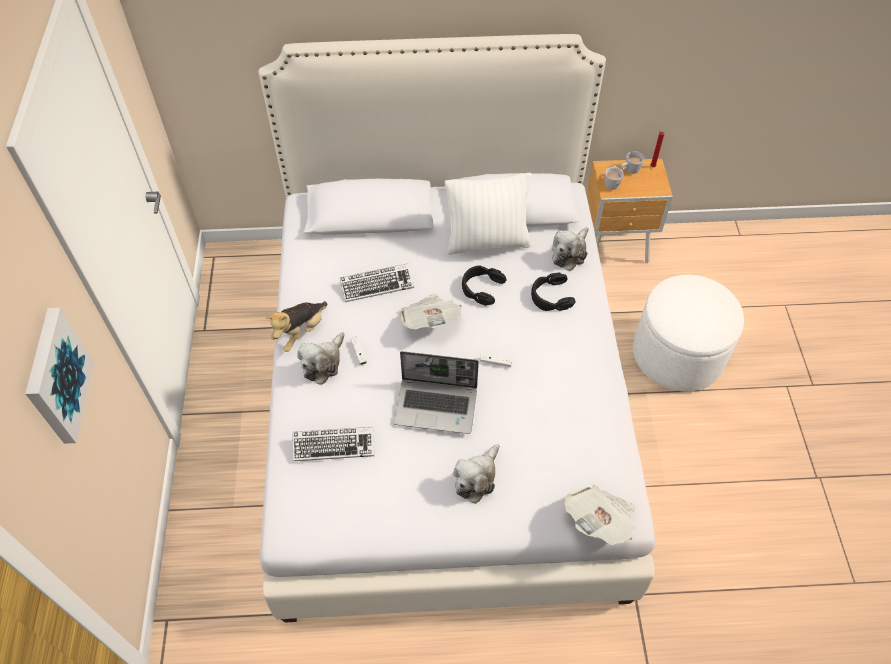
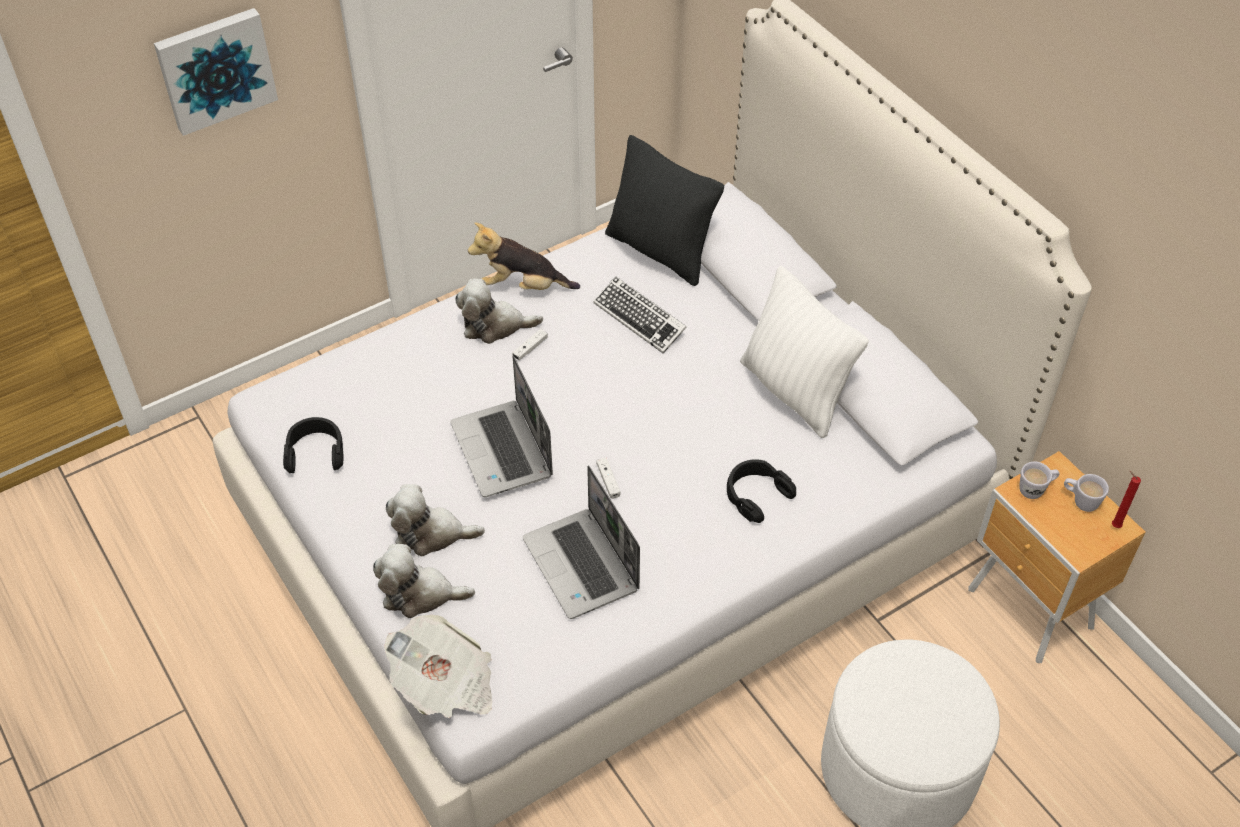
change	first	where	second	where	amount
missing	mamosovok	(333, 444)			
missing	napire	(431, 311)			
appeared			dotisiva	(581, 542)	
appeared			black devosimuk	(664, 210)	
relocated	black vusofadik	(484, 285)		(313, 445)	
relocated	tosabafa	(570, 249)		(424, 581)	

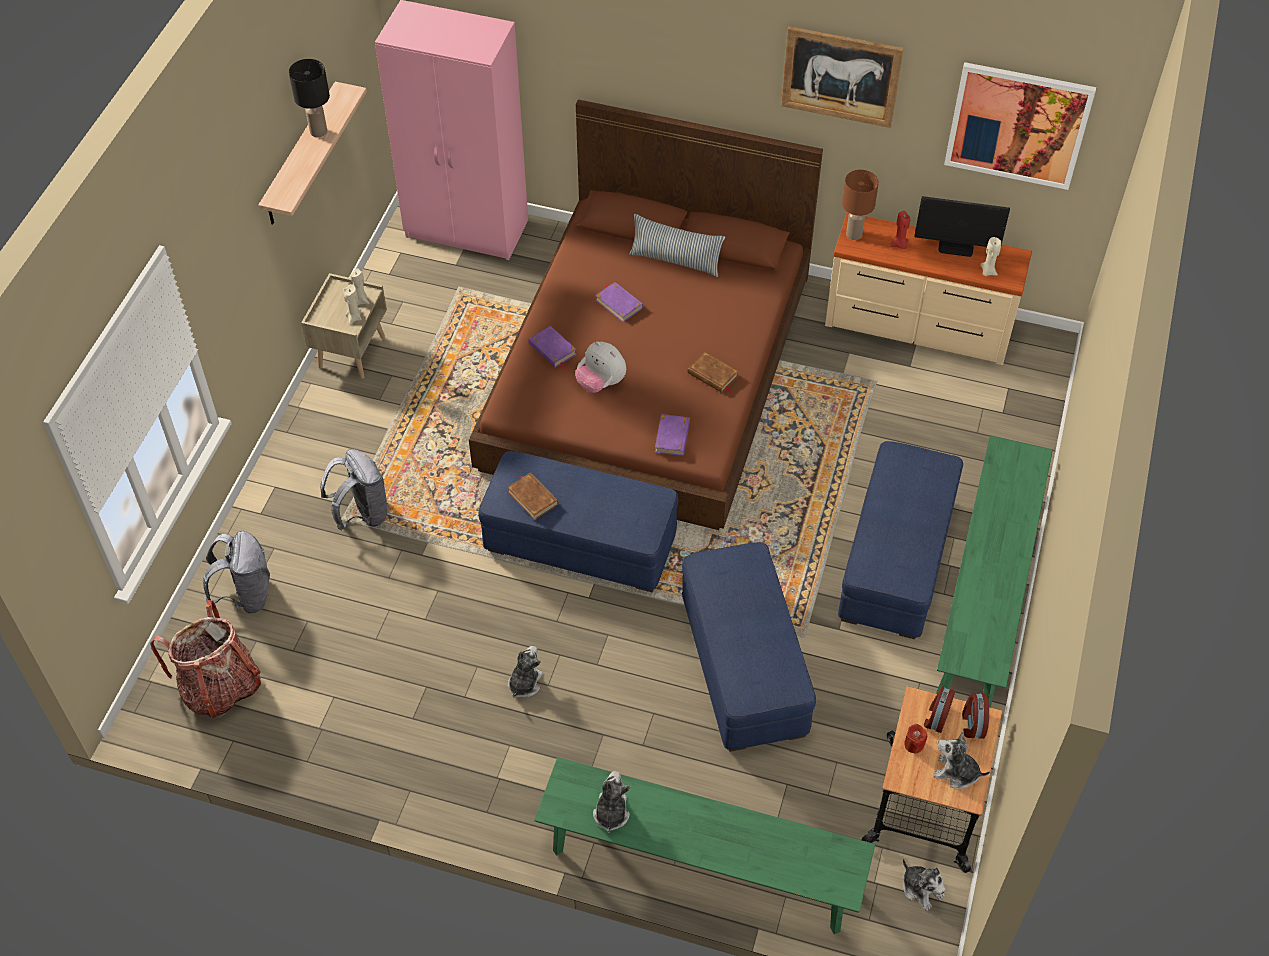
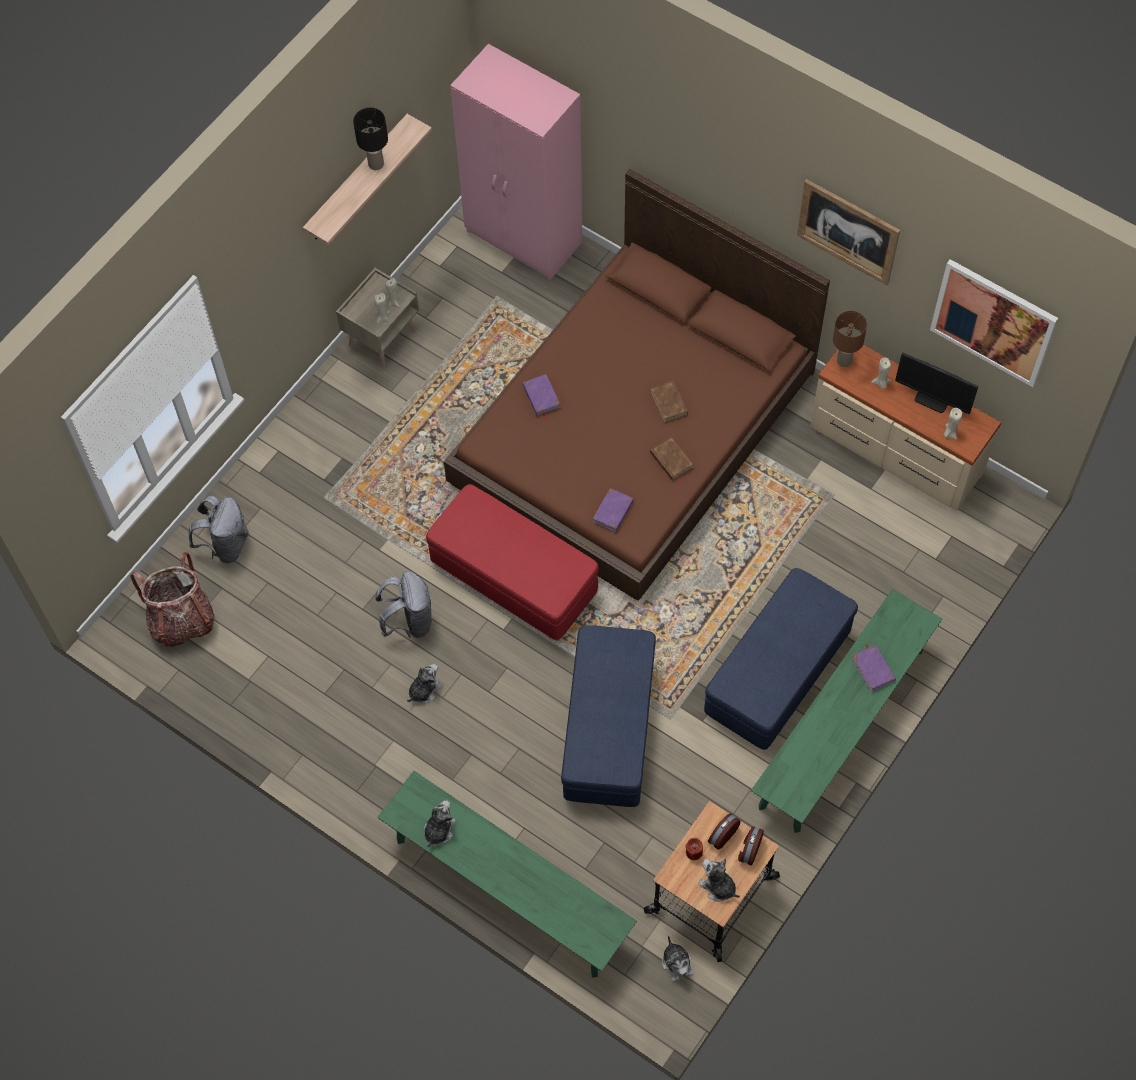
change	first	where	second	where	amount
missing	tosabafa	(600, 367)			
missing	devosimuk	(677, 245)			
relocated	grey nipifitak	(354, 489)		(404, 604)	
relocated	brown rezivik	(533, 496)		(669, 402)	
relocated	purple rezivik	(619, 302)		(874, 668)	
colour	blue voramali	(578, 521)	red voramali	(512, 562)	
colour	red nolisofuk	(900, 230)	beige nolisofuk	(881, 373)	

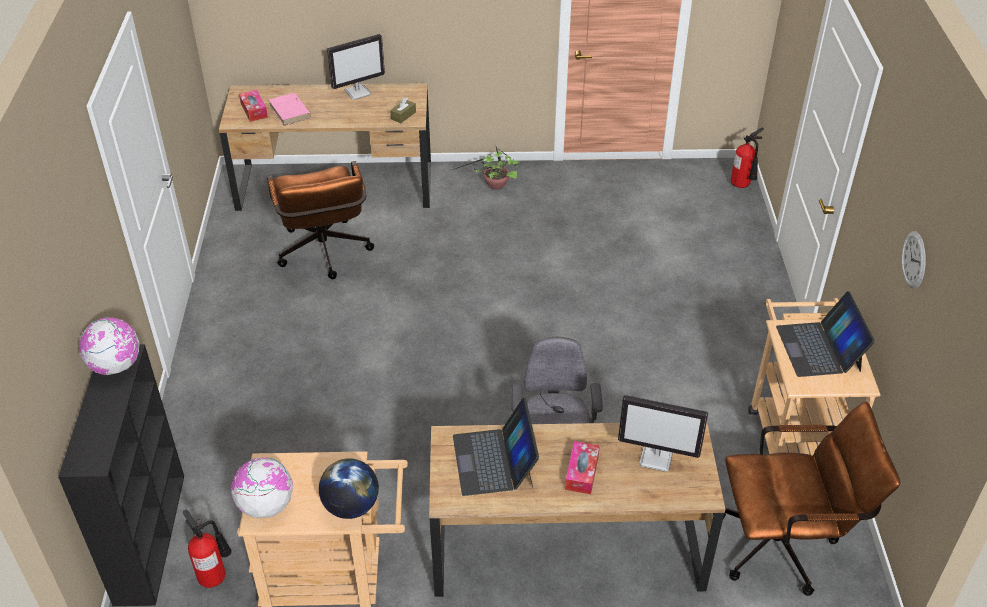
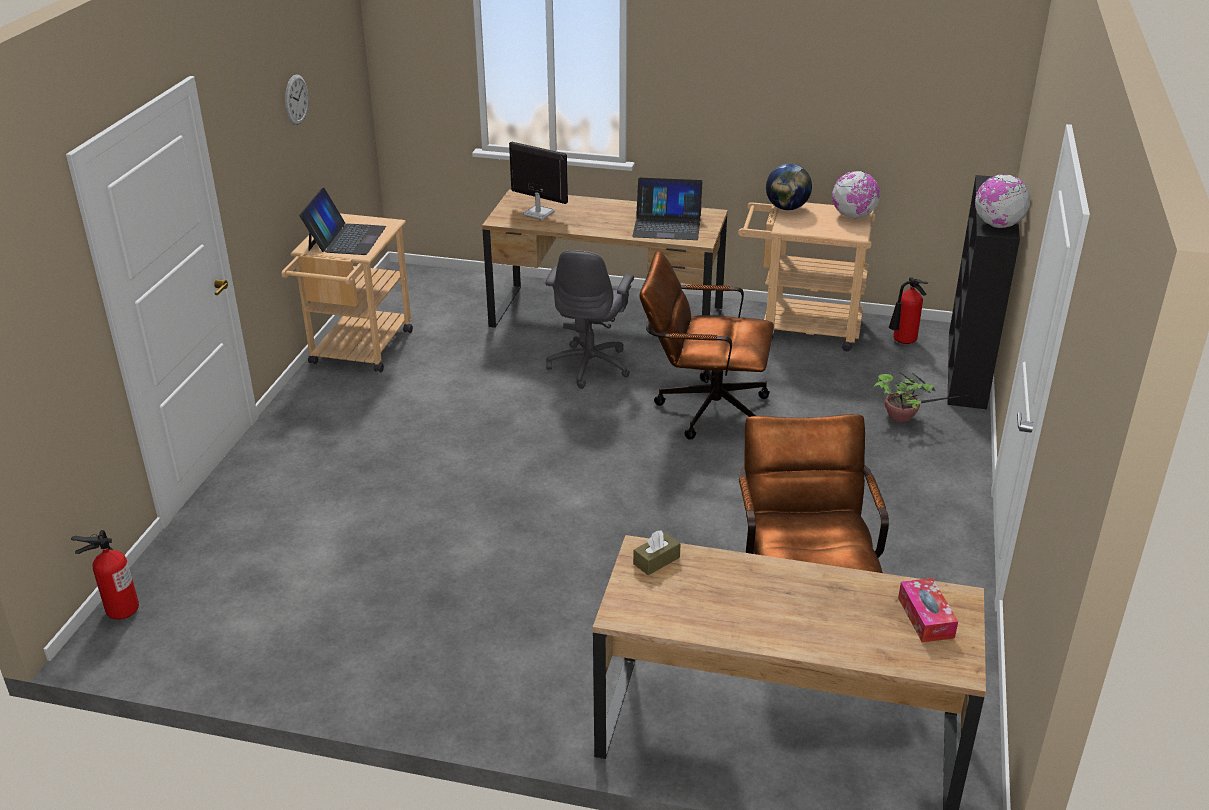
change	first	where	second	where	amount
missing	pink rezivik	(290, 109)			
missing	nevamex	(356, 67)			
missing	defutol	(582, 467)			
relocated	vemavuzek	(485, 166)		(922, 397)	
relocated	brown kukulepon	(811, 499)		(706, 345)	
spun	dotisiva	(496, 447)		(667, 209)	90 degrees clockwise

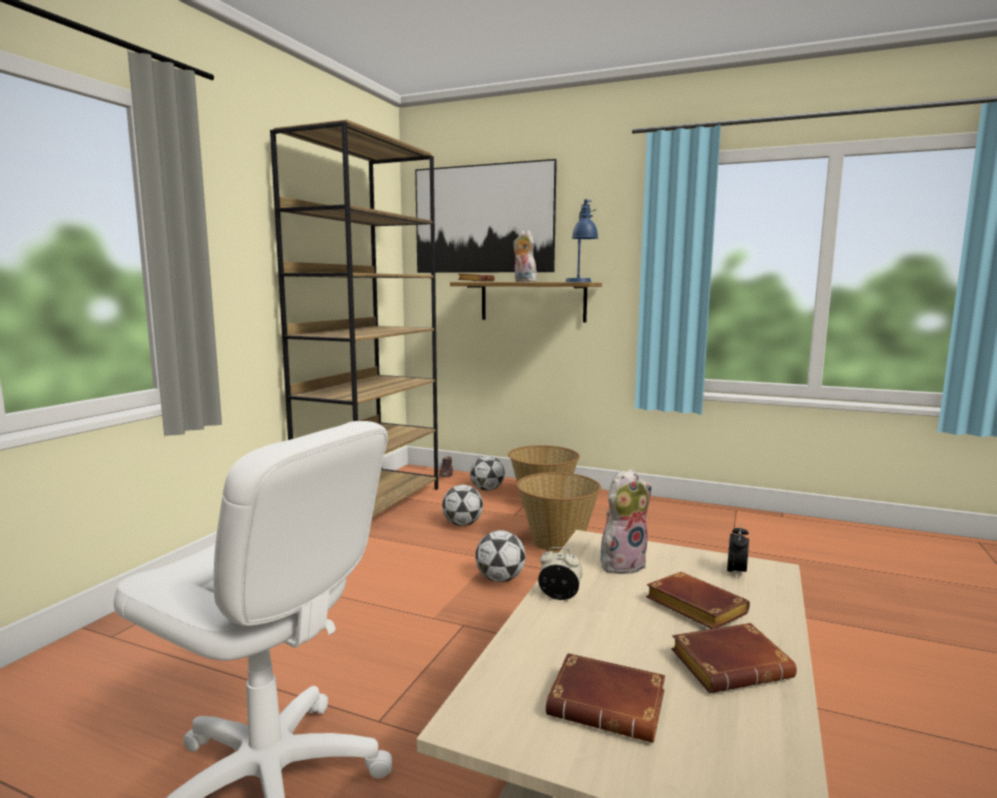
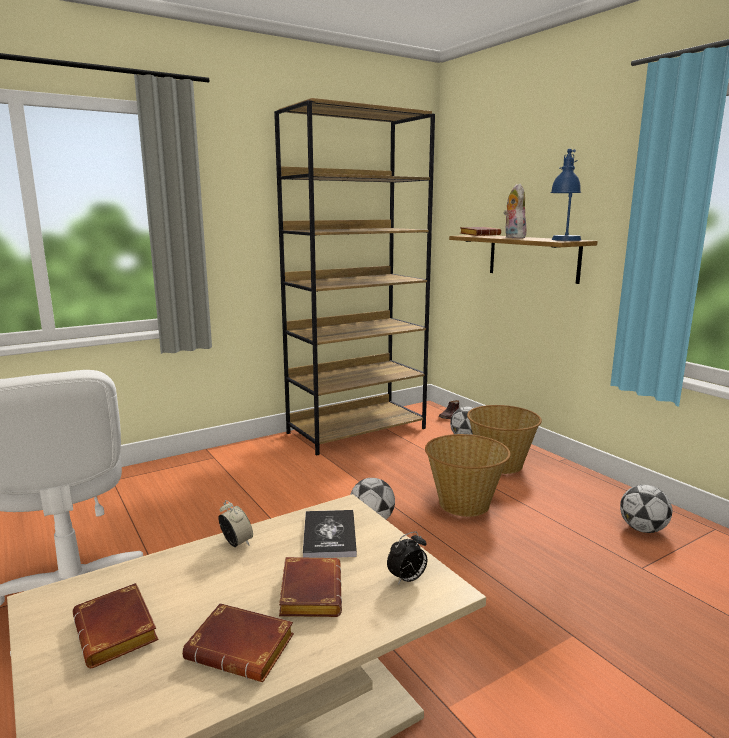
change	first	where	second	where	amount
missing	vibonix	(486, 216)			
relocated	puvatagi	(462, 505)		(646, 509)	
exchanged	tosabafa	(626, 521)	rezivik	(330, 534)	

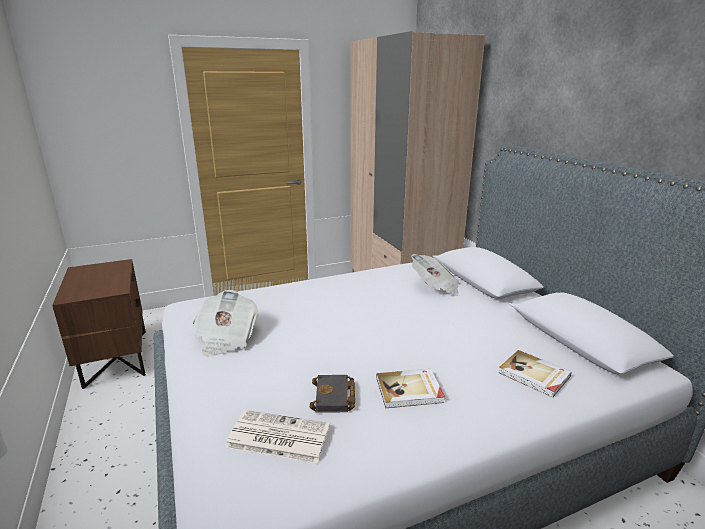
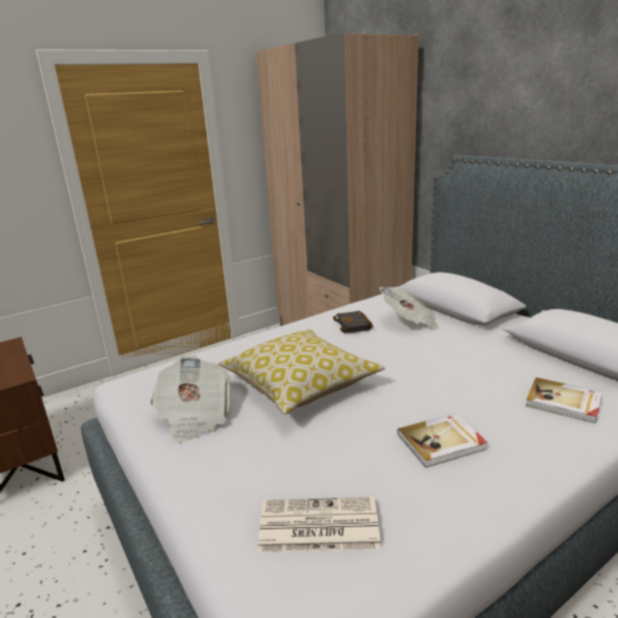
change	first	where	second	where	amount
appeared			devosimuk	(301, 372)	
relocated	black rezivik	(332, 394)		(353, 322)	

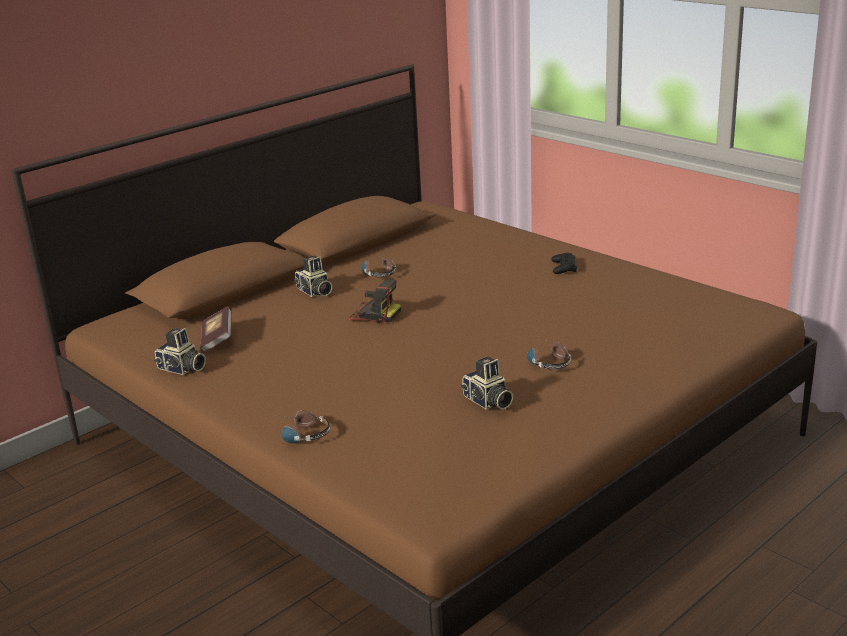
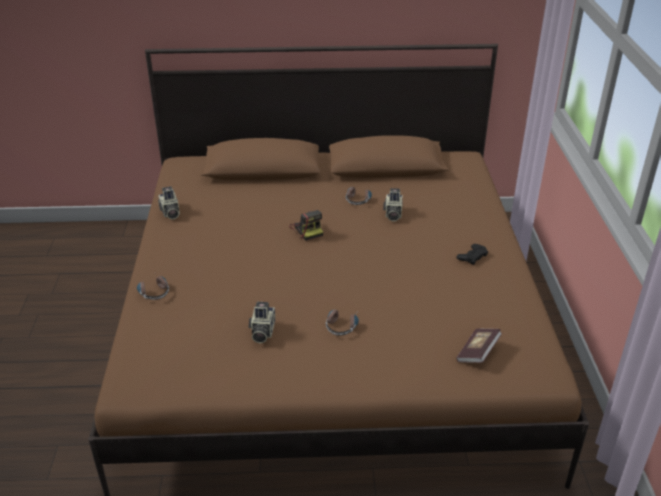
change	first	where	second	where	amount
relocated	rezivik	(216, 329)		(479, 346)	
relocated	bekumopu	(313, 276)		(393, 204)	

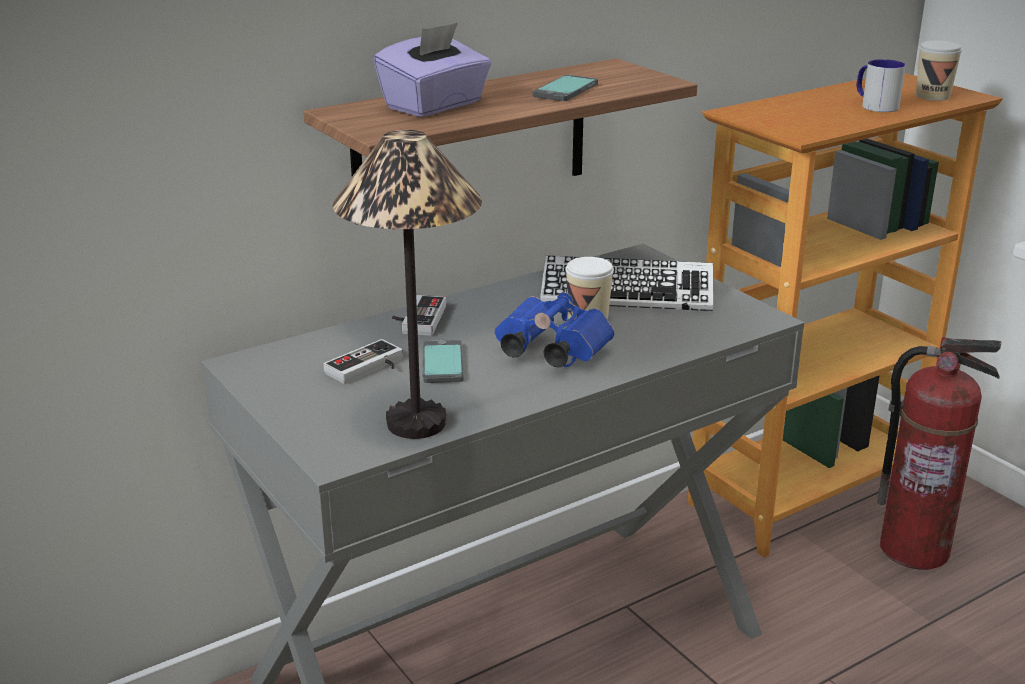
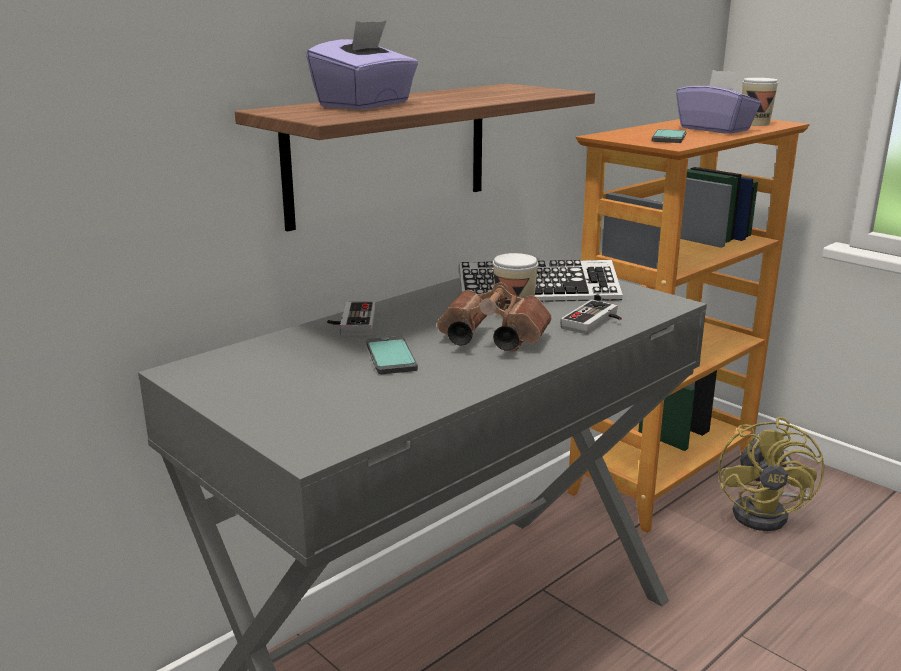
change	first	where	second	where	amount
missing	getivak	(407, 284)			
relocated	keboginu	(363, 361)		(591, 317)	
relocated	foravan	(565, 88)		(669, 136)	
exchanged	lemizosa	(881, 85)	purple defutol	(718, 102)	
exchanged	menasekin	(939, 453)	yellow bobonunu	(771, 474)	
colour	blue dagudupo	(555, 329)	brown dagudupo	(494, 317)	

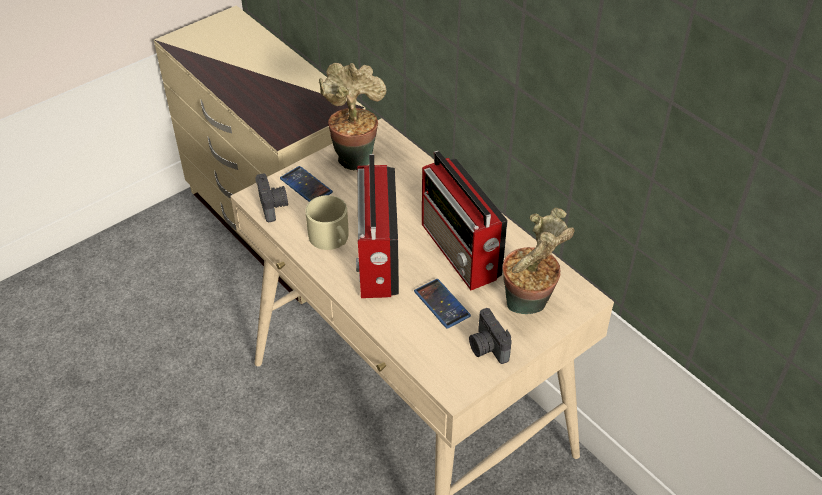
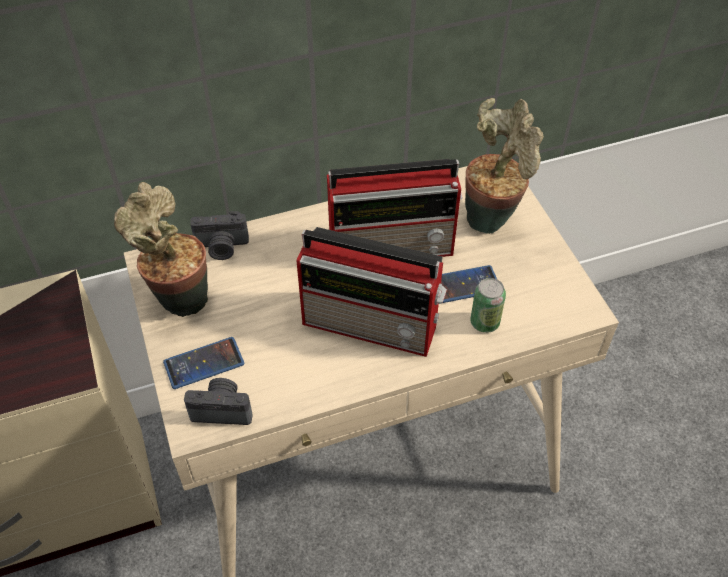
change	first	where	second	where	amount
missing	beige lemizosa	(327, 222)			
appeared			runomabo	(488, 305)	
relocated	bekumopu	(490, 336)		(219, 235)	

